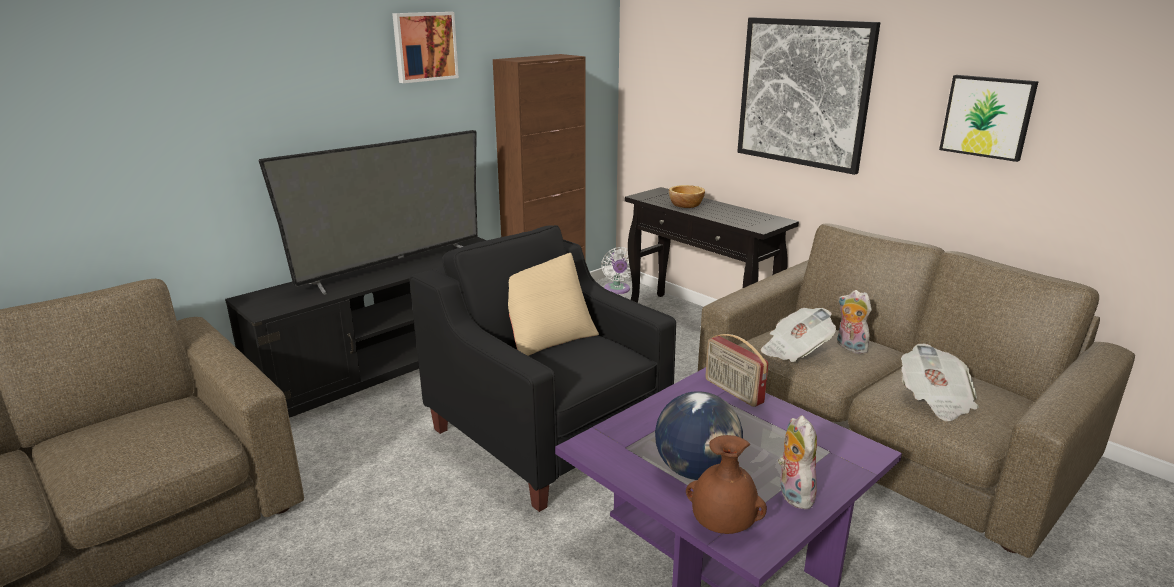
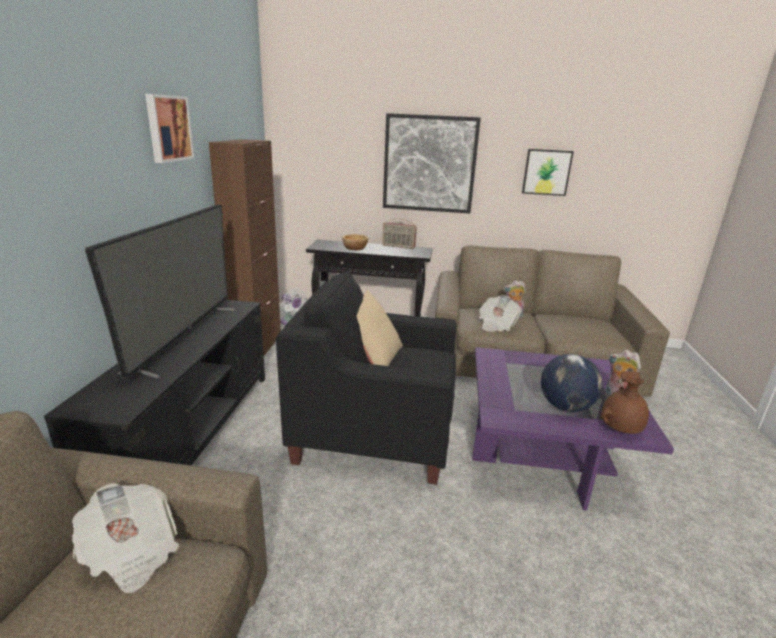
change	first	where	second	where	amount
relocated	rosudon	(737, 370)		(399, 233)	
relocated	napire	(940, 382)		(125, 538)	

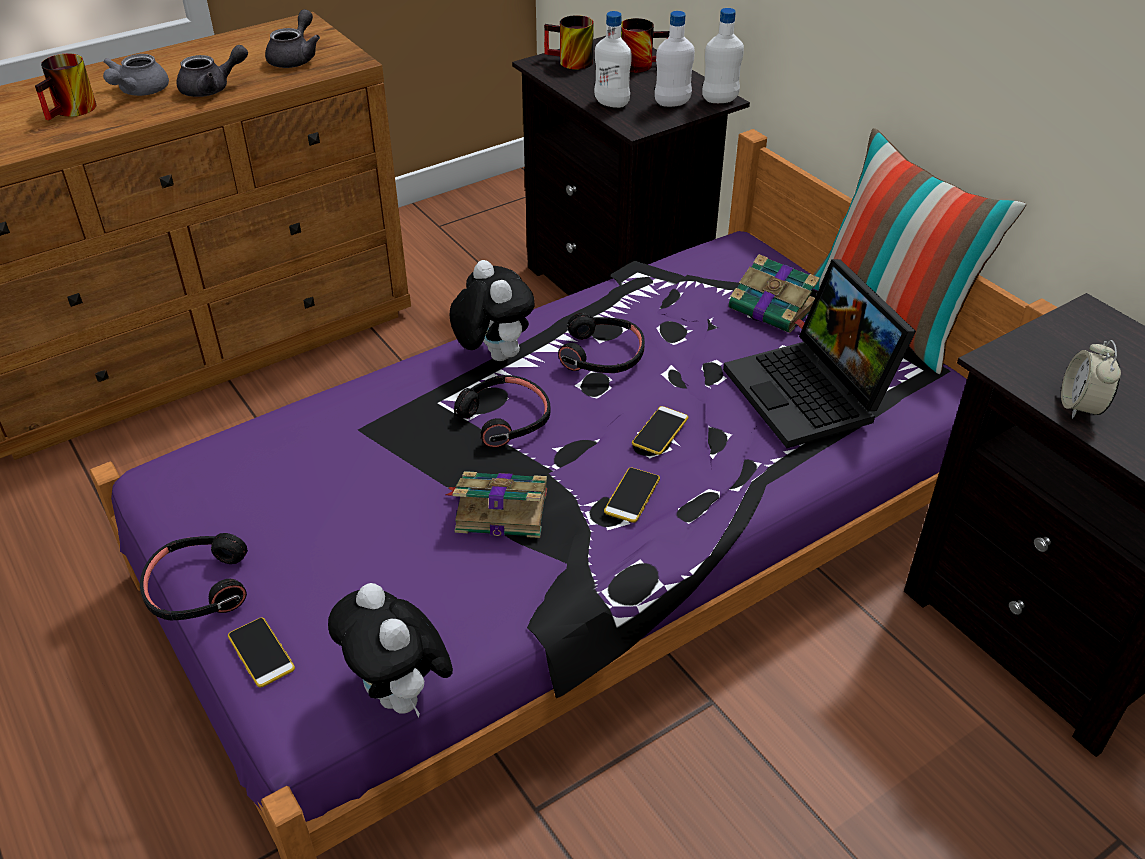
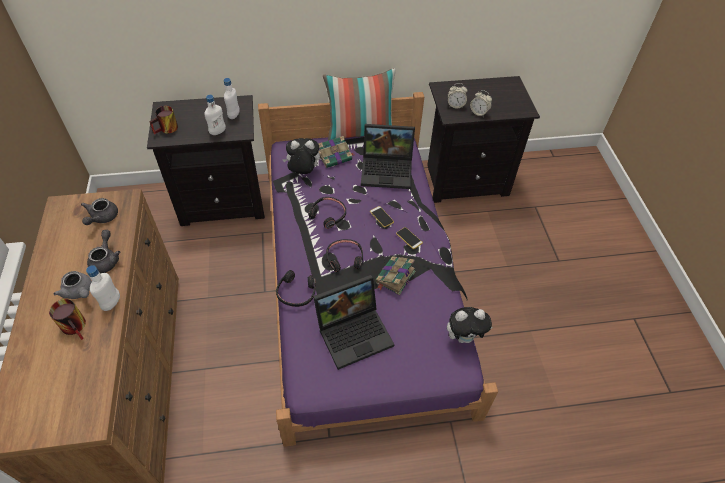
change	first	where	second	where	amount
missing	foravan	(261, 652)			
missing	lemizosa	(645, 45)			
appeared			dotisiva	(353, 322)	
appeared			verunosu	(458, 96)	
relocated	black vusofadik	(194, 576)		(296, 288)	
relocated	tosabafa	(492, 310)		(301, 156)	
relocated	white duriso	(723, 55)		(103, 288)	
spun	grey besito	(292, 38)		(99, 211)	120 degrees counterclockwise

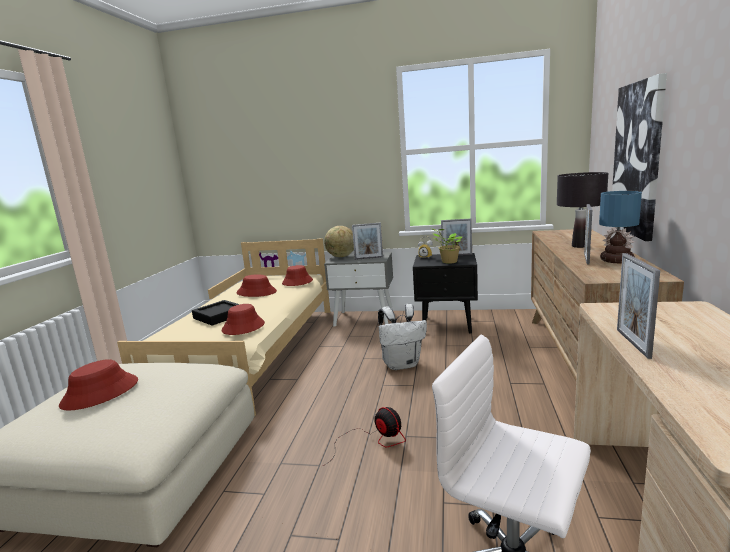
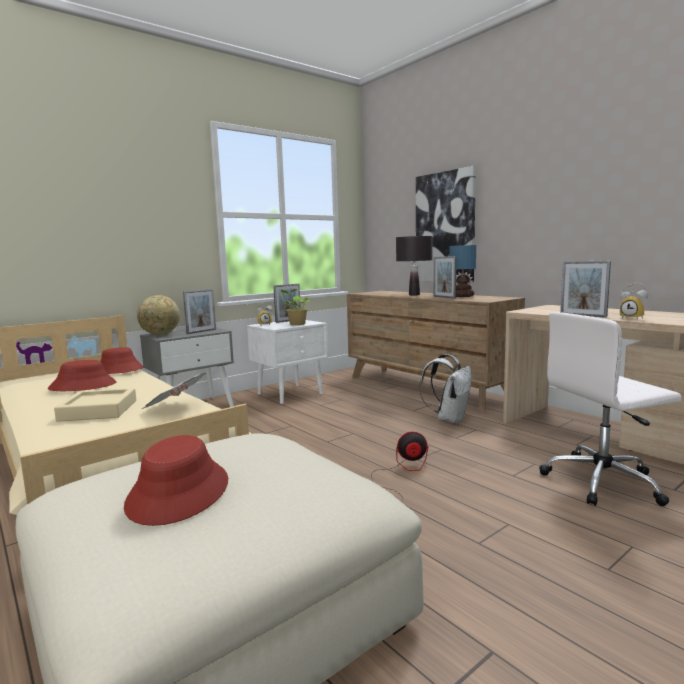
change	first	where	second	where	amount
appeared			verunosu	(634, 301)	
relocated	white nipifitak	(402, 337)		(445, 389)	
exchanged	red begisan	(243, 319)	napire	(174, 390)	
colour	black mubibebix	(215, 313)	beige mubibebix	(95, 405)	
colour	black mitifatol	(445, 293)	white mitifatol	(288, 362)	

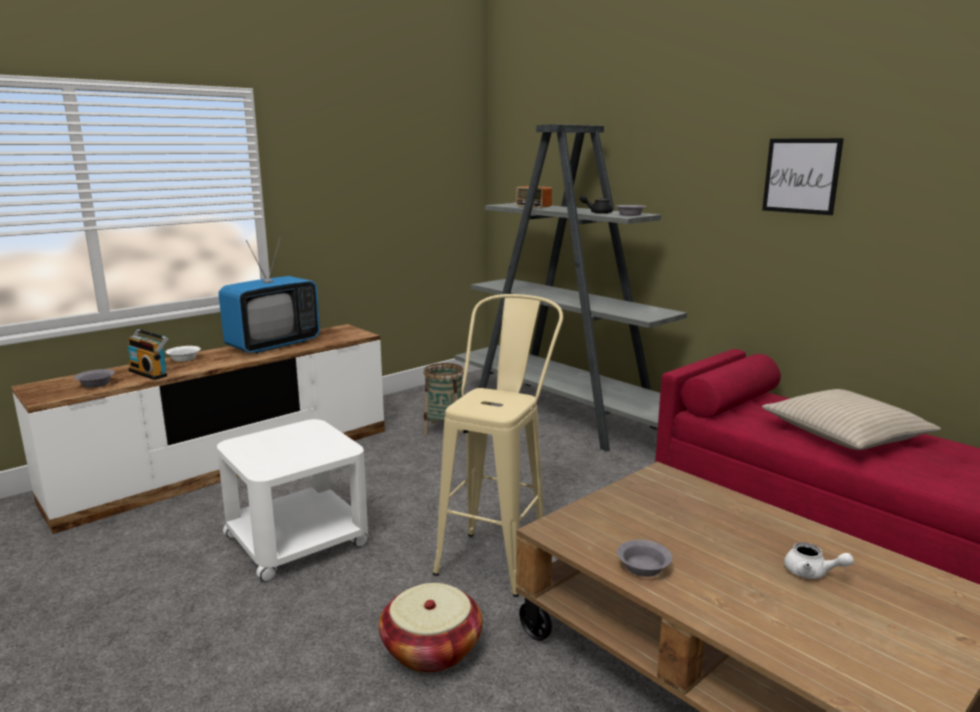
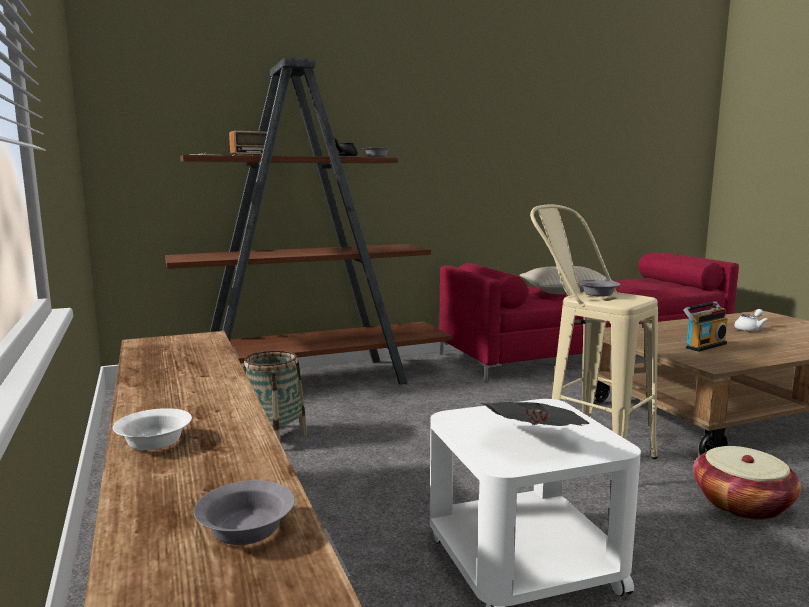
change	first	where	second	where	amount
missing	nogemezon	(269, 295)			
missing	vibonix	(803, 176)			
appeared			napire	(535, 414)	
relocated	rosudon	(147, 354)		(705, 326)	
relocated	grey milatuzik	(644, 558)		(599, 288)	
colour	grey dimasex	(571, 287)	brown dimasex	(308, 220)	

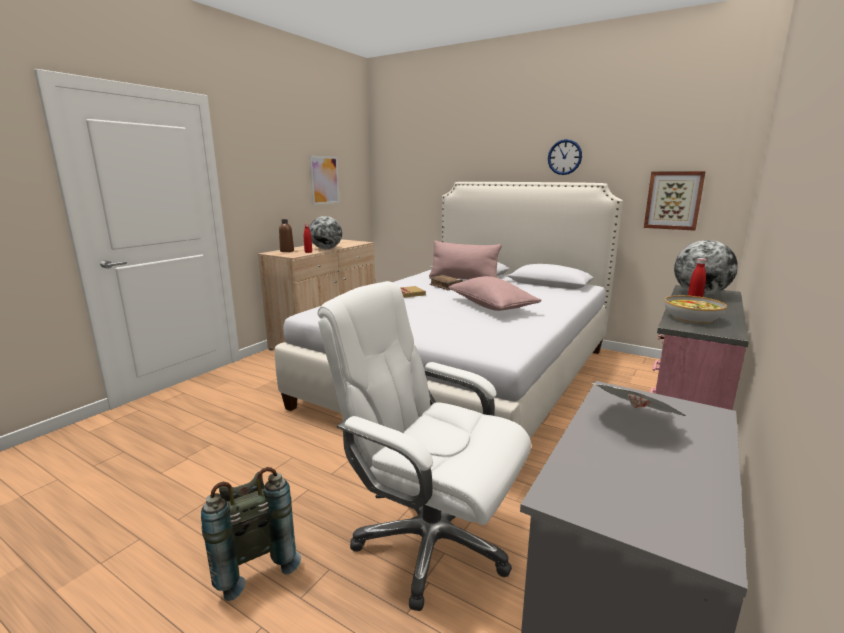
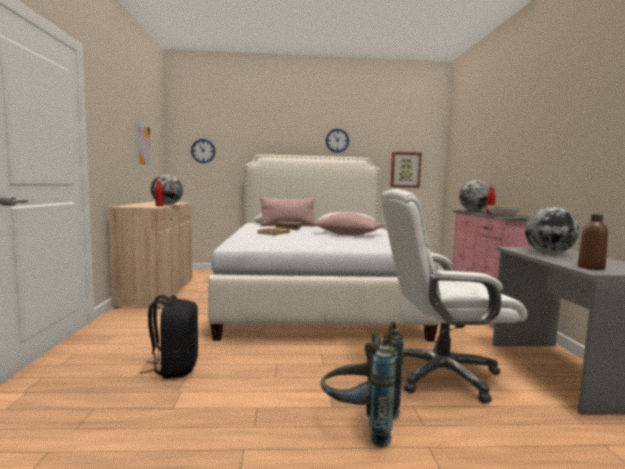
change	first	where	second	where	amount
appeared			black nipifitak	(169, 337)	
appeared			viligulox	(203, 151)	
relocated	brown duriso	(286, 235)		(593, 242)	
exchanged	napire	(638, 399)	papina	(552, 230)	

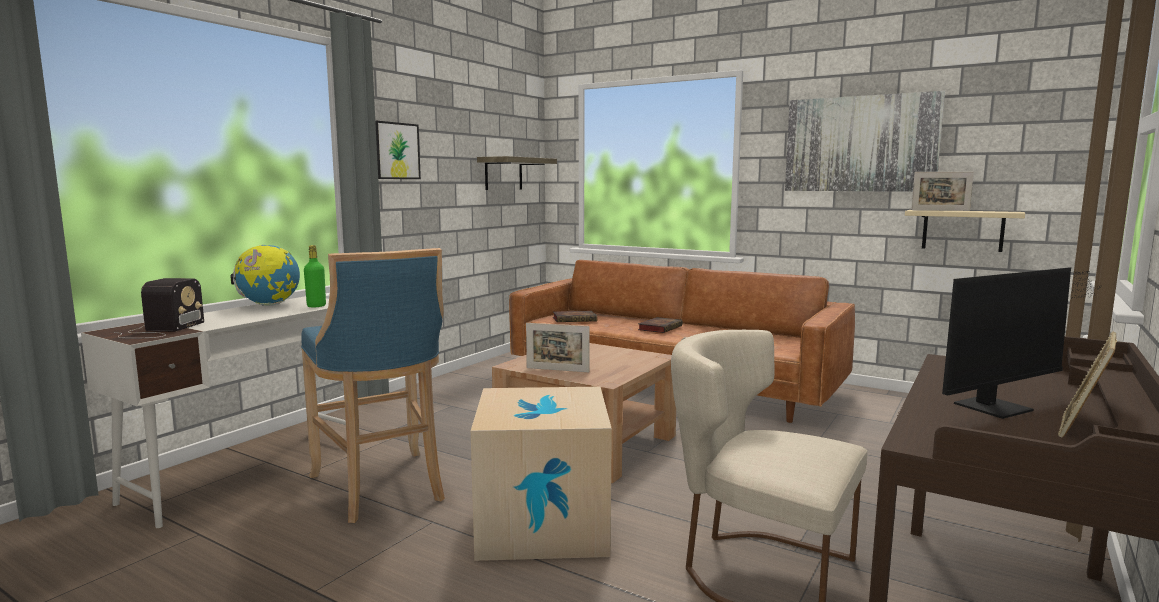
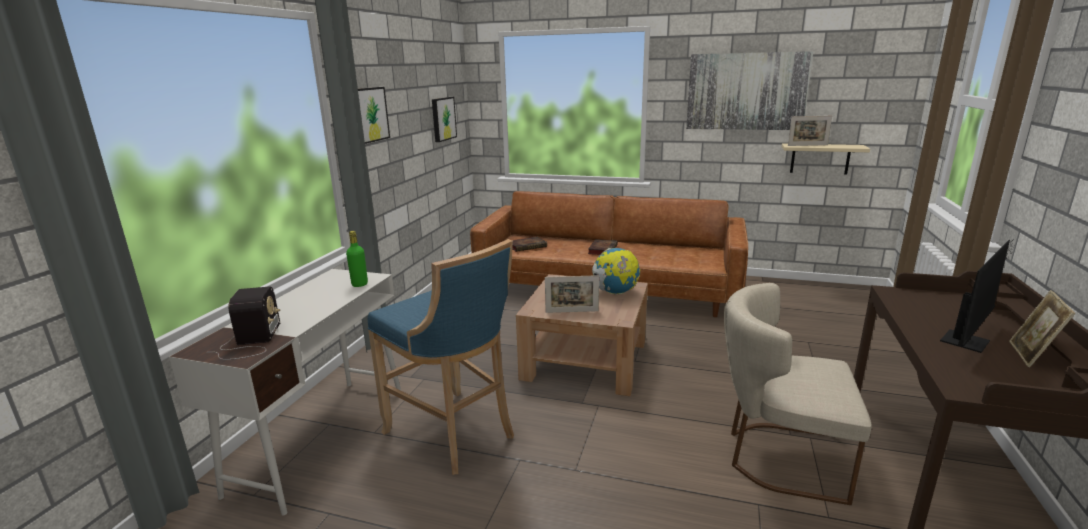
change	first	where	second	where	amount
missing	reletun	(541, 474)			
relocated	papina	(265, 275)		(616, 271)	
exchanged	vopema	(517, 173)	vibonix	(444, 119)	

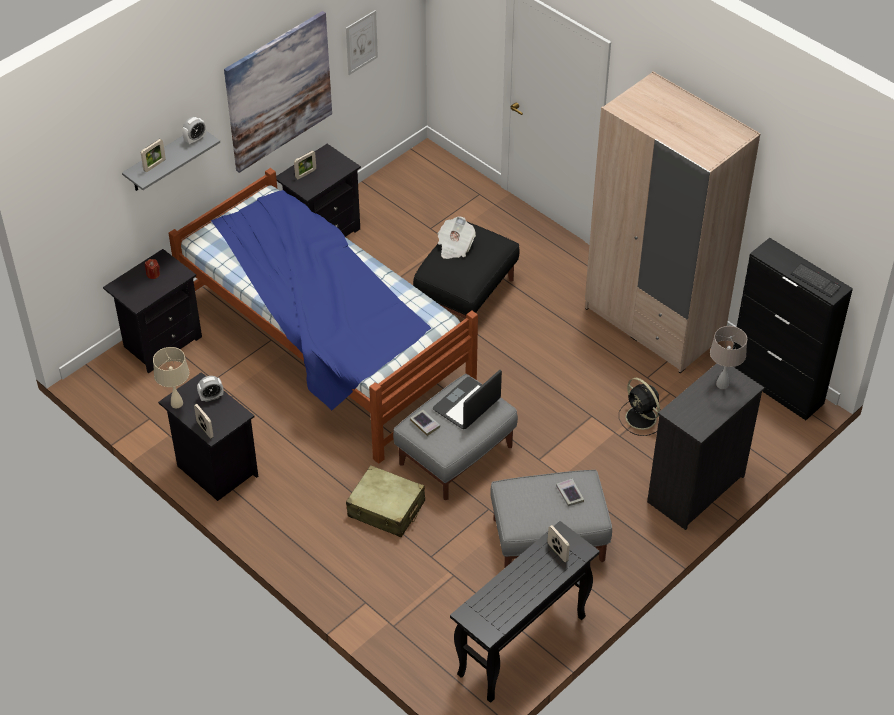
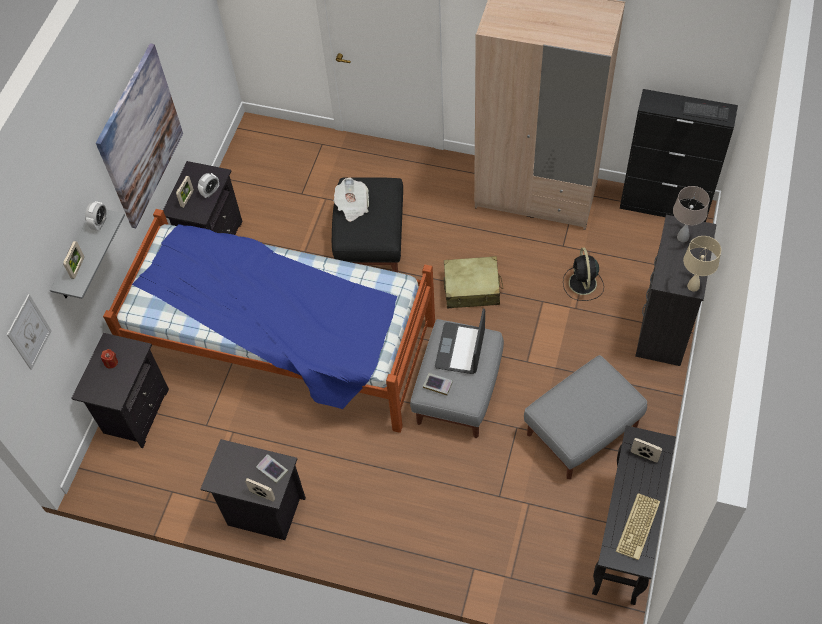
change	first	where	second	where	amount
appeared			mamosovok	(638, 527)	
relocated	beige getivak	(171, 377)		(702, 264)	
relocated	verunosu	(210, 389)		(208, 185)	
relocated	vibonix	(362, 42)		(29, 332)	
relocated	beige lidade	(385, 501)		(473, 282)	
relocated	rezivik	(570, 492)		(272, 469)	
spun	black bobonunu	(640, 407)		(583, 274)	60 degrees clockwise

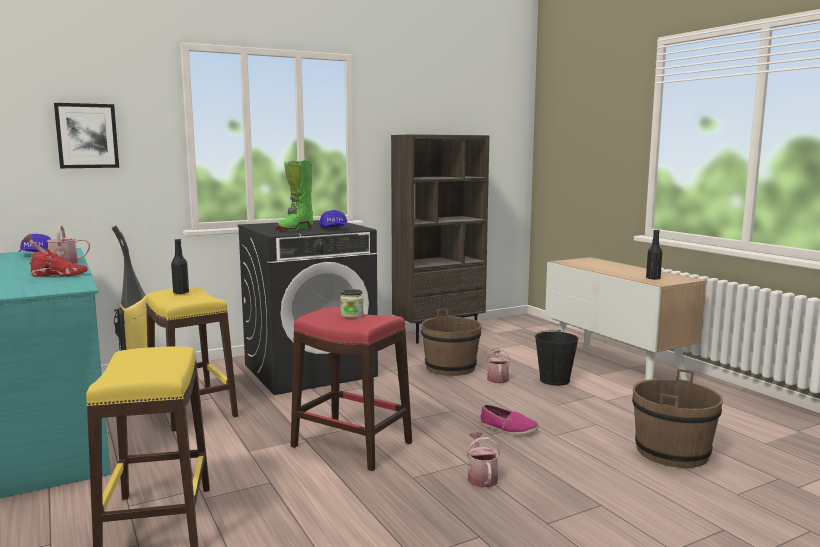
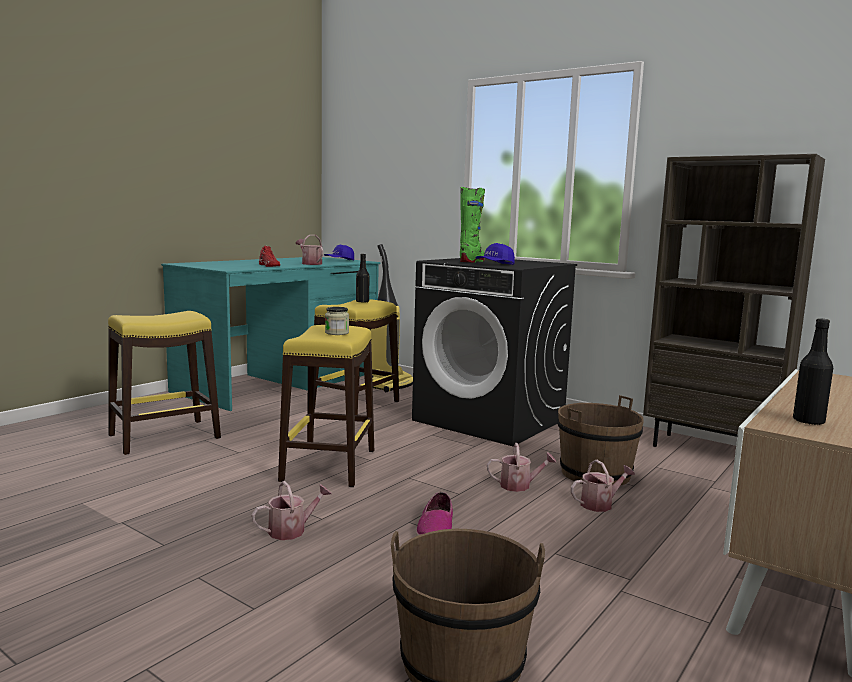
change	first	where	second	where	amount
missing	vibonix	(86, 135)			
missing	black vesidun	(557, 358)			
appeared			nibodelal	(521, 467)	
colour	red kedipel	(351, 389)	yellow kedipel	(326, 406)	
spun	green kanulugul	(294, 195)		(473, 225)	105 degrees clockwise

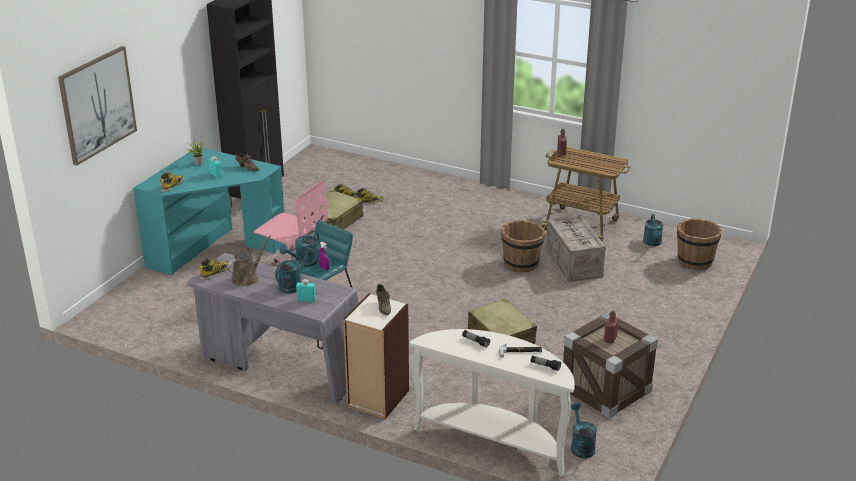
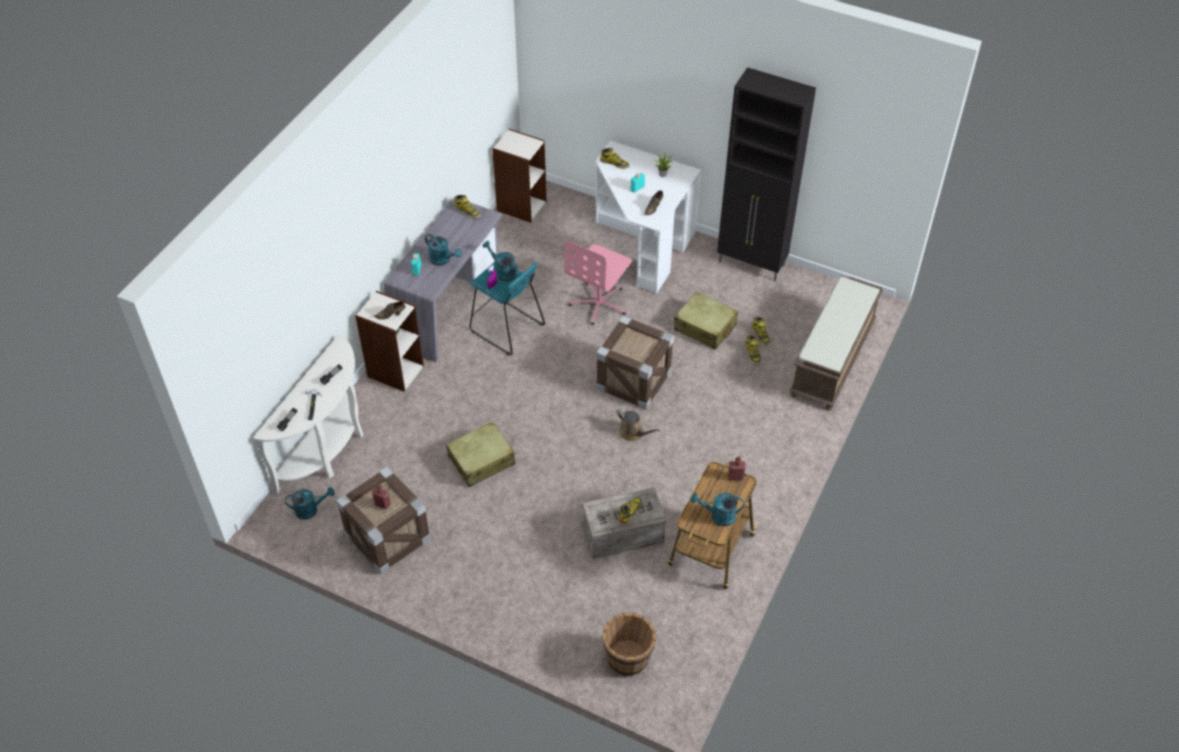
change	first	where	second	where	amount
missing	vibonix	(97, 106)			
missing	brown vesidun	(523, 246)			
appeared			dimasex	(519, 176)	
appeared			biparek	(635, 362)	
appeared			kanulugul	(630, 511)	
appeared			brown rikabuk	(836, 343)	
relocated	brown nibodelal	(249, 260)		(638, 424)	
relocated	turquoise nibodelal	(653, 230)		(717, 509)	
colour	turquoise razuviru	(209, 211)	white razuviru	(648, 217)	

